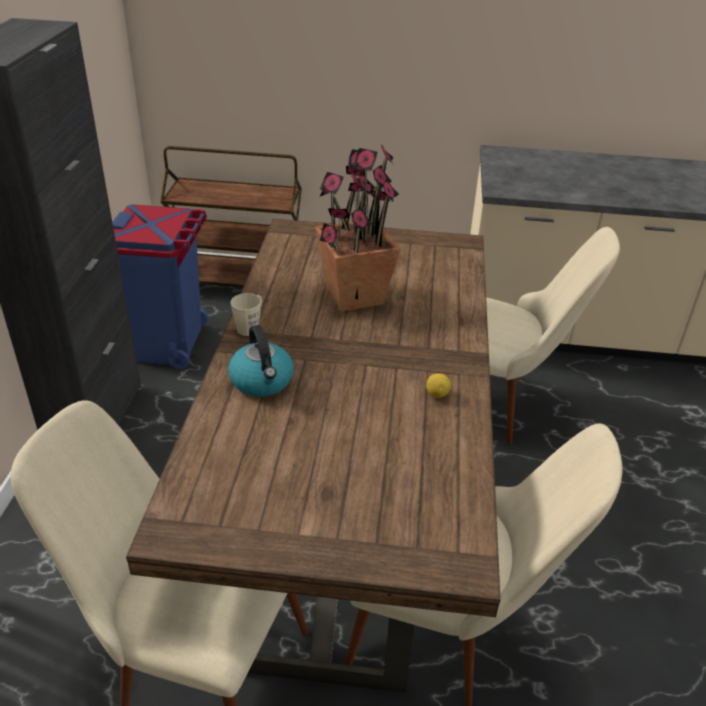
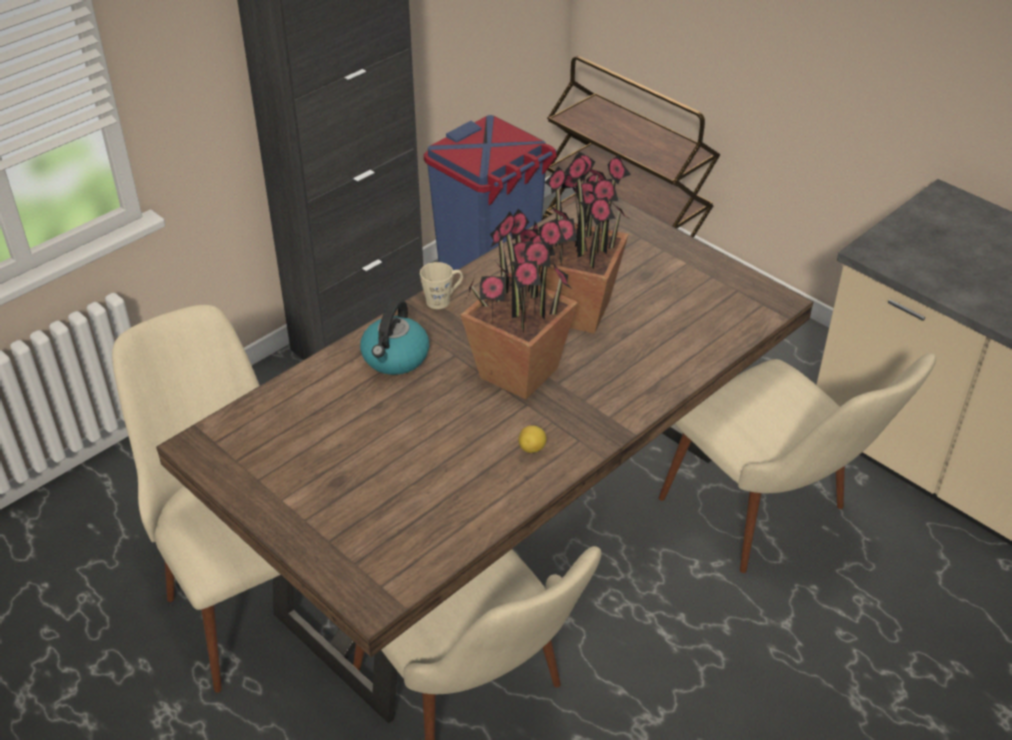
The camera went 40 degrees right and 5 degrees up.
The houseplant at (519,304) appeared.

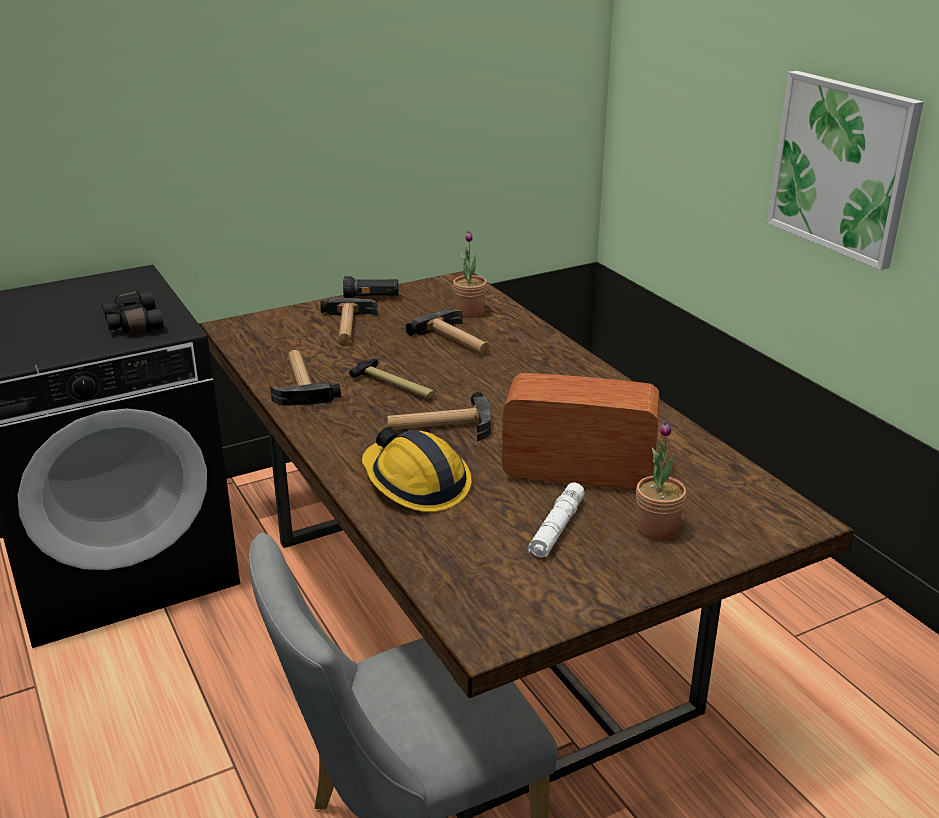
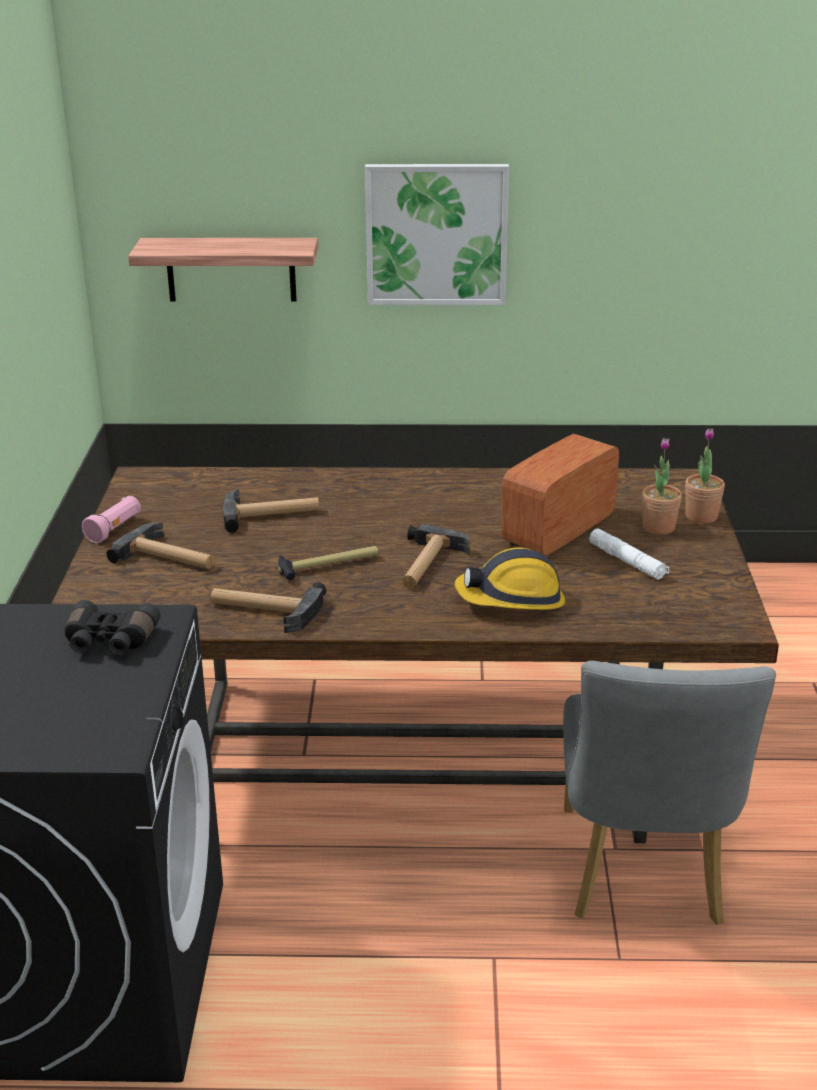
The camera went 60 degrees left and 0 degrees up.
The houseplant moved from (470,274) to (705,476).
The flashlight (black) at (371,287) became the flashlight (pink-coloured) at (111,519).
The bracket shelf at (223,270) appeared.

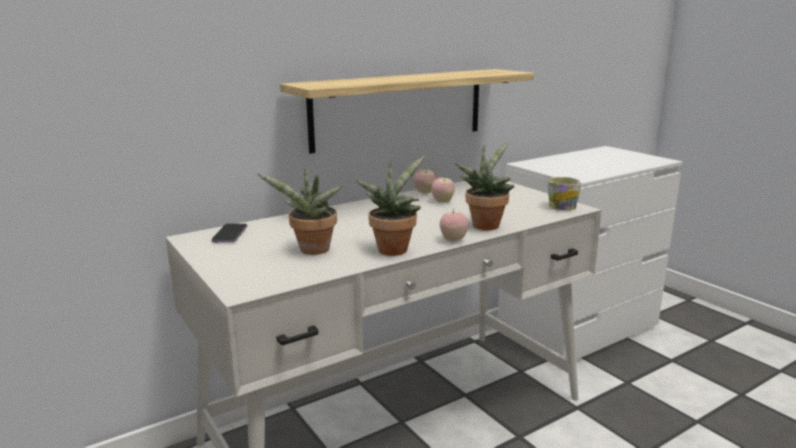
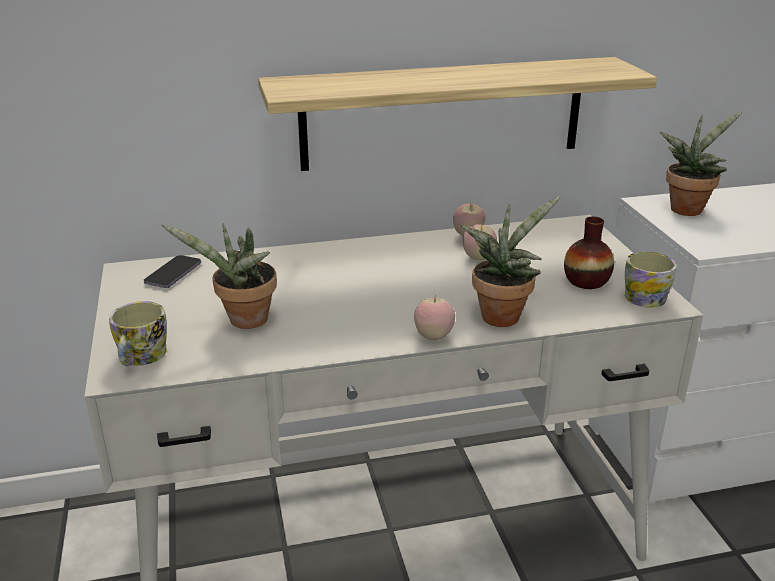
The camera went 20 degrees right and 10 degrees up.
The houseplant moved from (390,205) to (701,164).
The flower vase at (589,252) appeared.
The mug at (138,333) appeared.

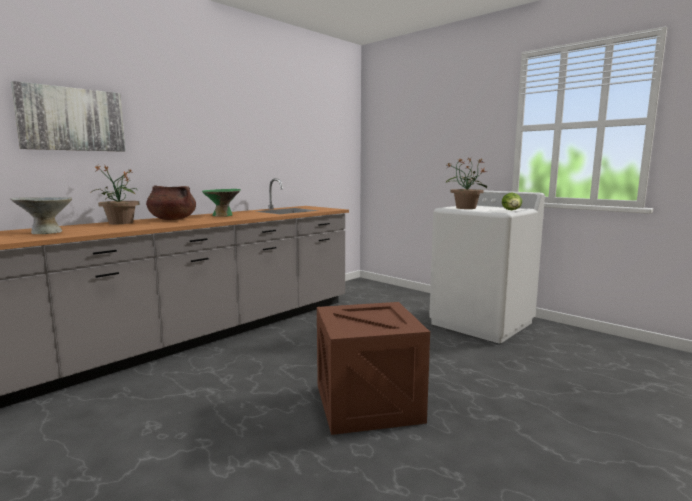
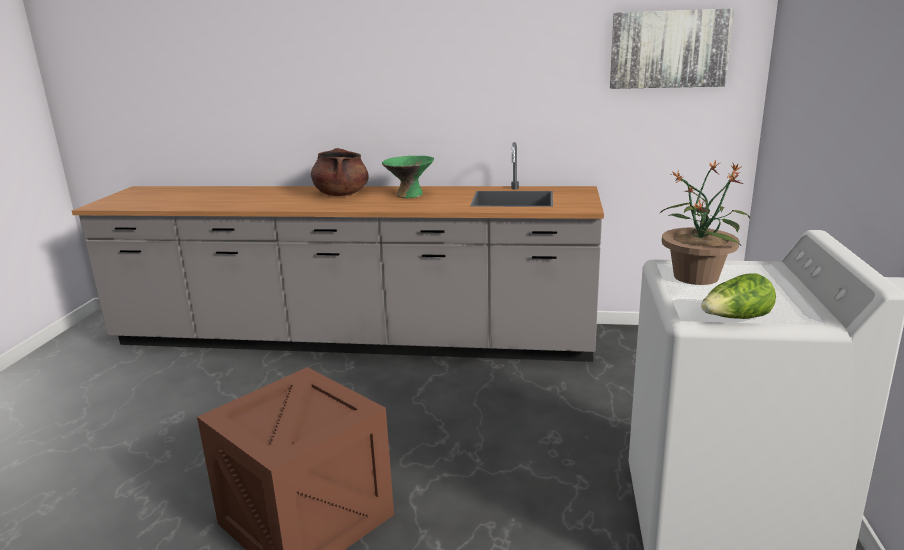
The camera went 55 degrees right and 10 degrees up.
The wall art moved from (68,116) to (672,48).
The houseplant at (115,194) disappeared.
The bowl (grey) at (41,215) disappeared.

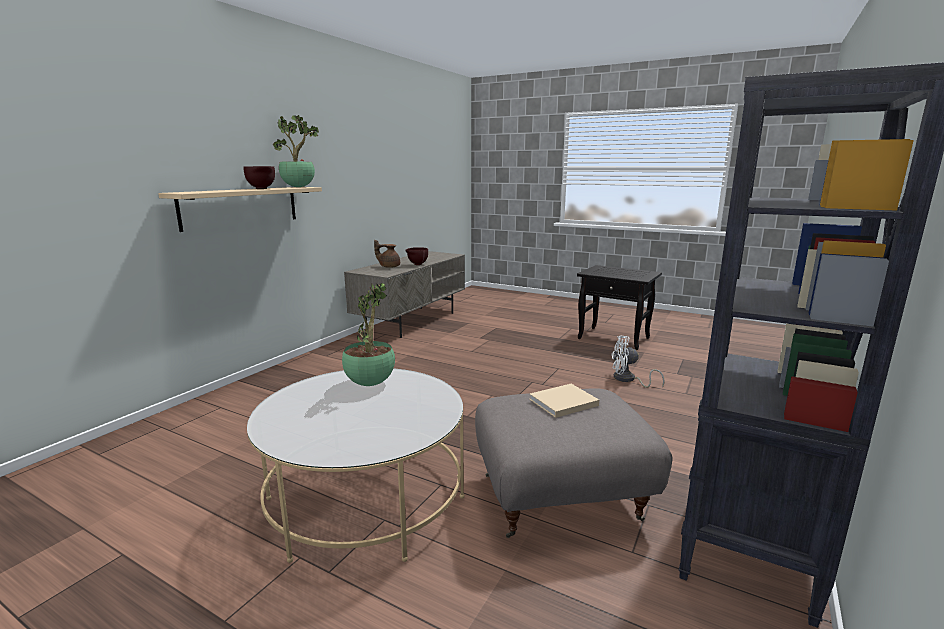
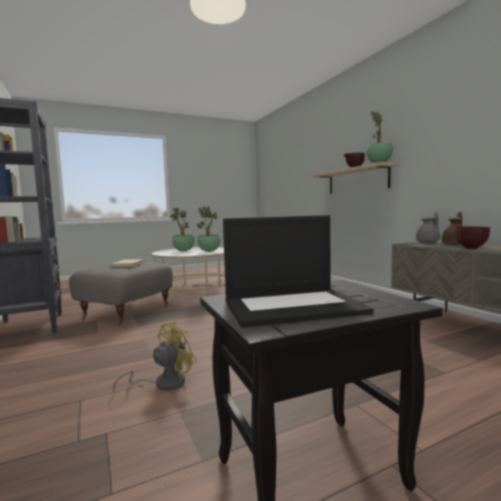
The camera went 125 degrees right and 10 degrees down.
The fan (white-coloured) at (638,362) became the fan (yellow-coloured) at (155,357).
The houseplant at (182,230) appeared.
The teapot (grey) at (428,227) appeared.
The notebook computer at (298,271) appeared.

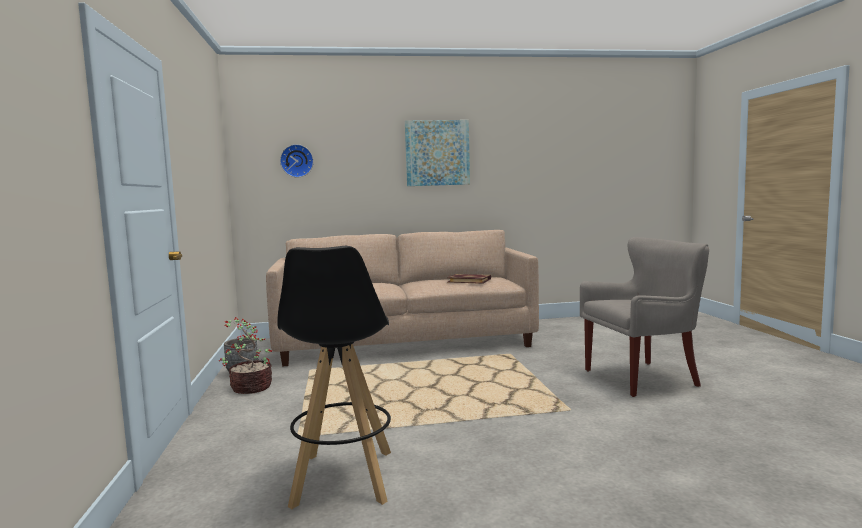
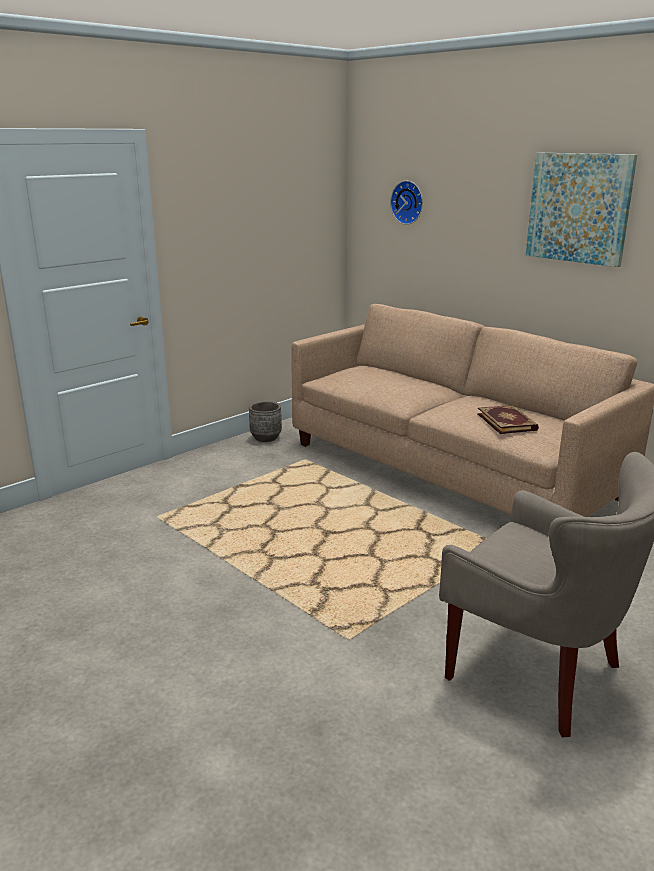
The camera went 55 degrees right and 15 degrees up.
The stool seat (black) at (334,377) disappeared.
The houseplant at (245,355) disappeared.

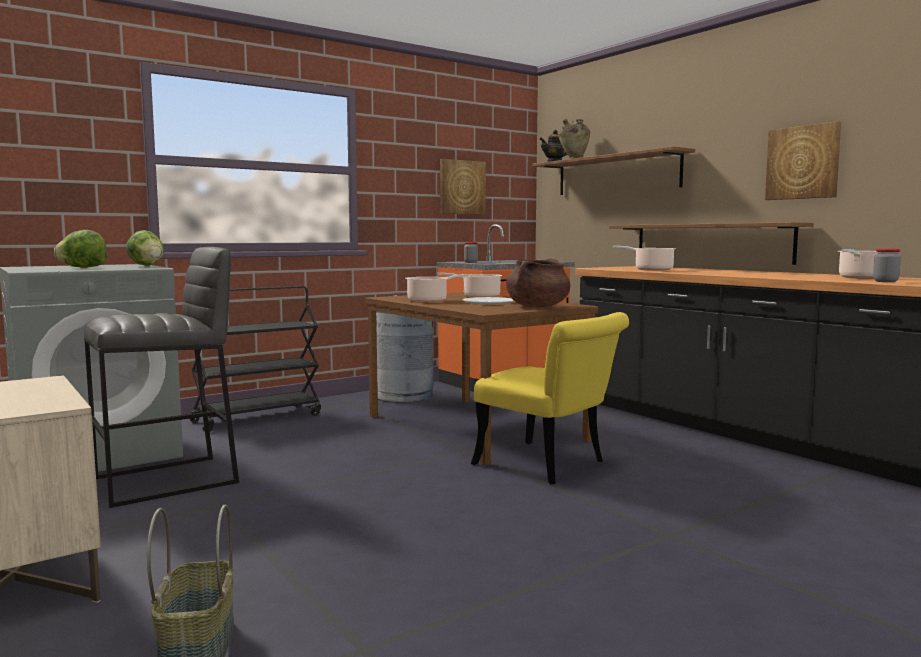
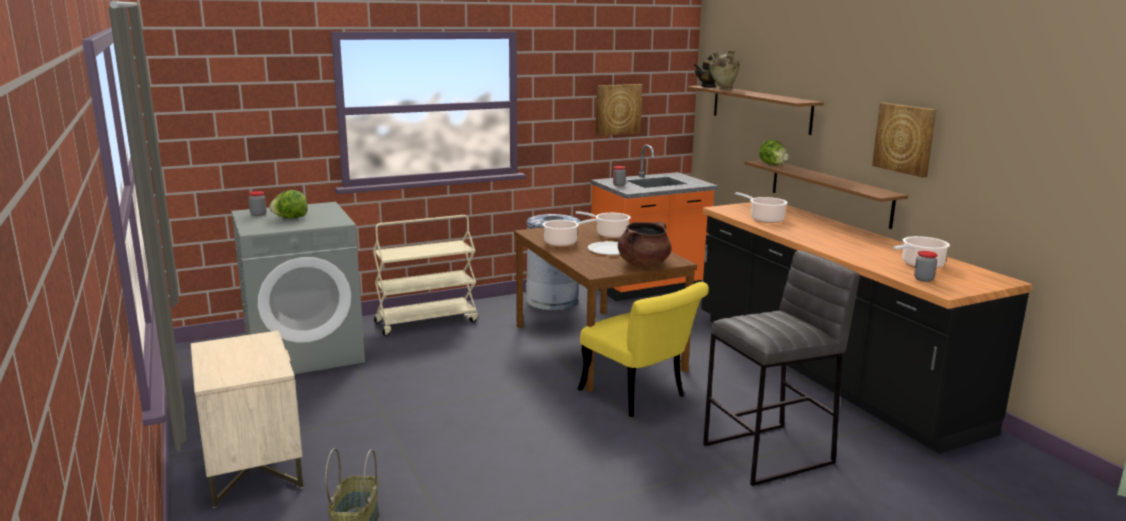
The camera went 10 degrees right and 10 degrees up.
The head of lettuce moved from (145,248) to (774,152).
The stool seat (grey) moved from (161,377) to (781,368).
The cart (black) at (255,359) became the cart (sand-coloured) at (425,275).
The preserve jar at (257,203) appeared.

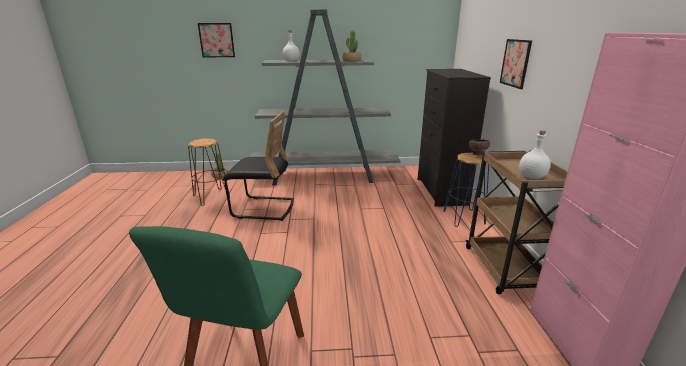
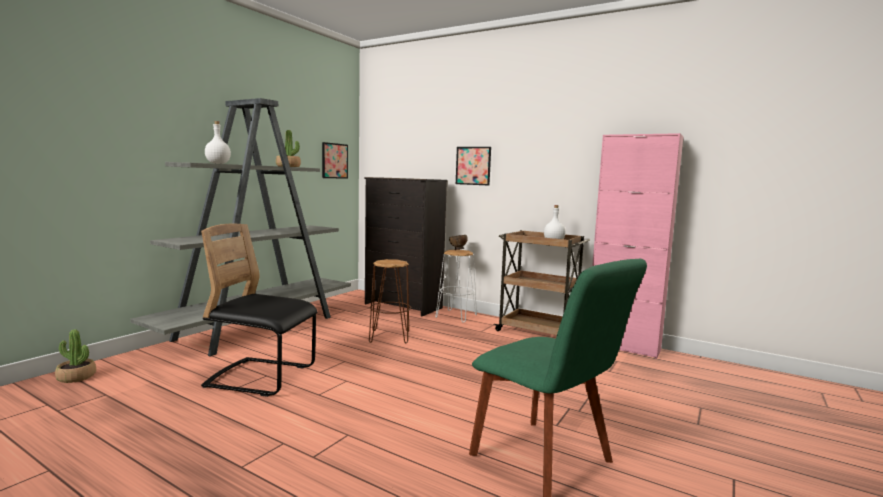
The camera went 55 degrees left and 15 degrees down.
The wall art moved from (216,40) to (335,160).
The plain chair (black) at (258,166) turned 120 degrees counterclockwise.
The stool seat (brown) moved from (209,172) to (390,301).
The stool seat (bluish) at (466,190) became the stool seat (white-coloured) at (456,286).

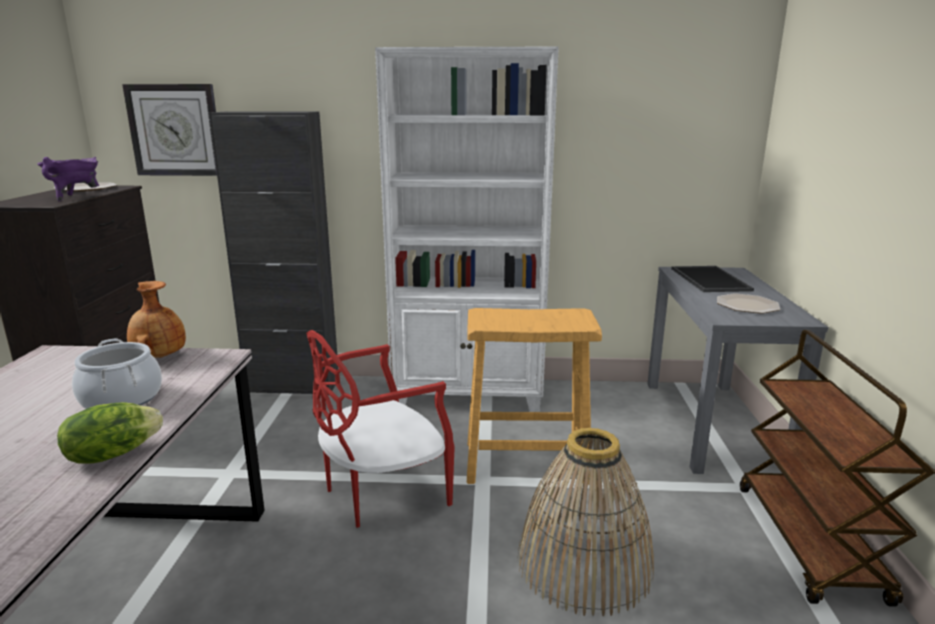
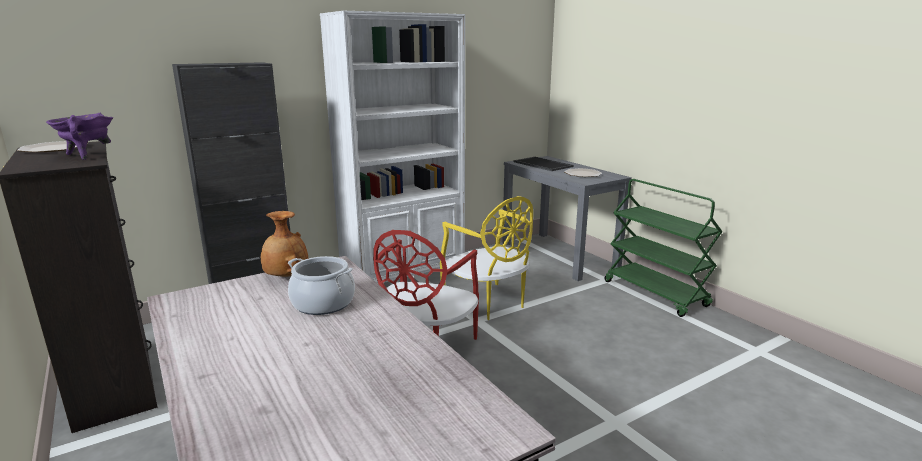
The camera went 35 degrees left and 0 degrees up.
The hanging clock at (169,130) disappeared.
The stool seat (sand-coloured) at (534,396) was replaced by the plain chair (yellow-coloured) at (486,258).
The cart (brown) at (837,468) became the cart (green) at (664,248).
The head of lettuce at (110,433) disappeared.
The basket at (585,522) disappeared.

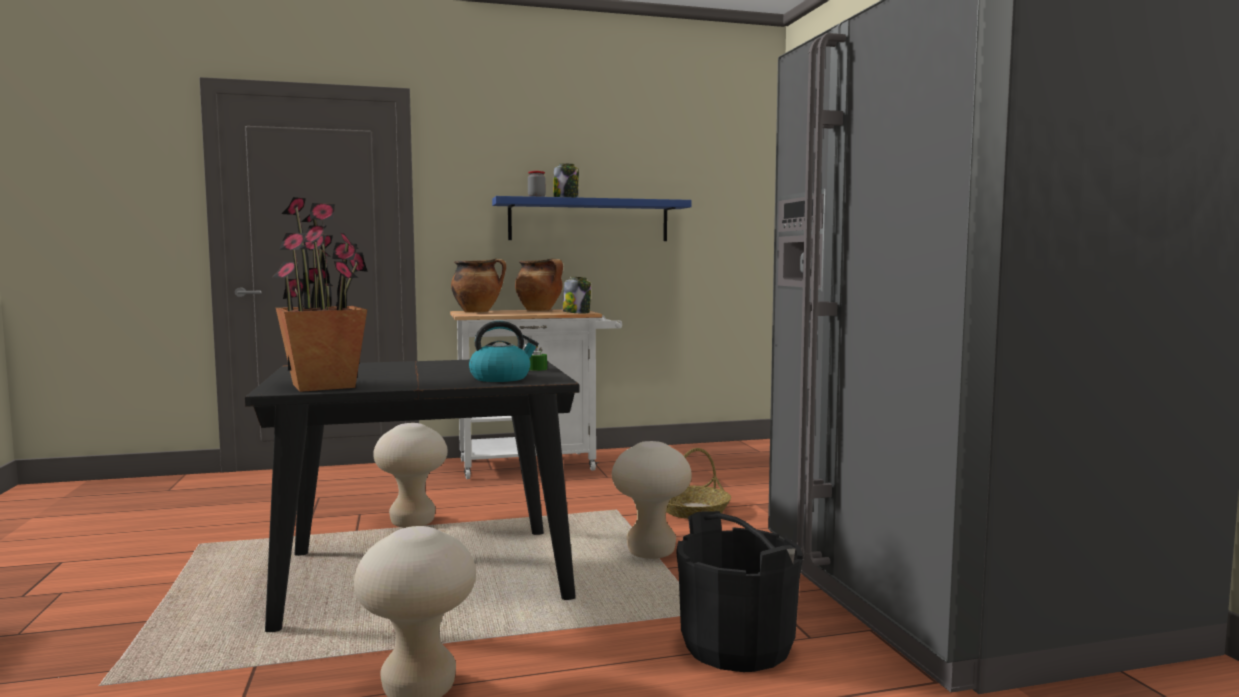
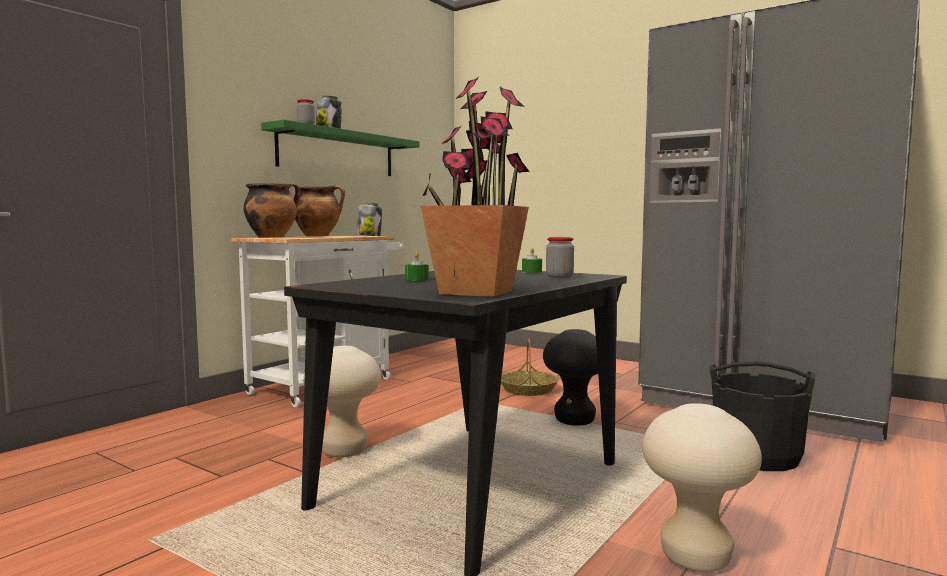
The camera went 40 degrees left and 0 degrees up.
The bracket shelf (bluish) at (592,218) became the bracket shelf (green) at (340,147).
The tea kettle at (504,351) was replaced by the preserve jar at (560,257).
The stool seat (sand-coloured) at (652,500) became the stool seat (black) at (570,377).
The wax light (green) at (417,266) appeared.

